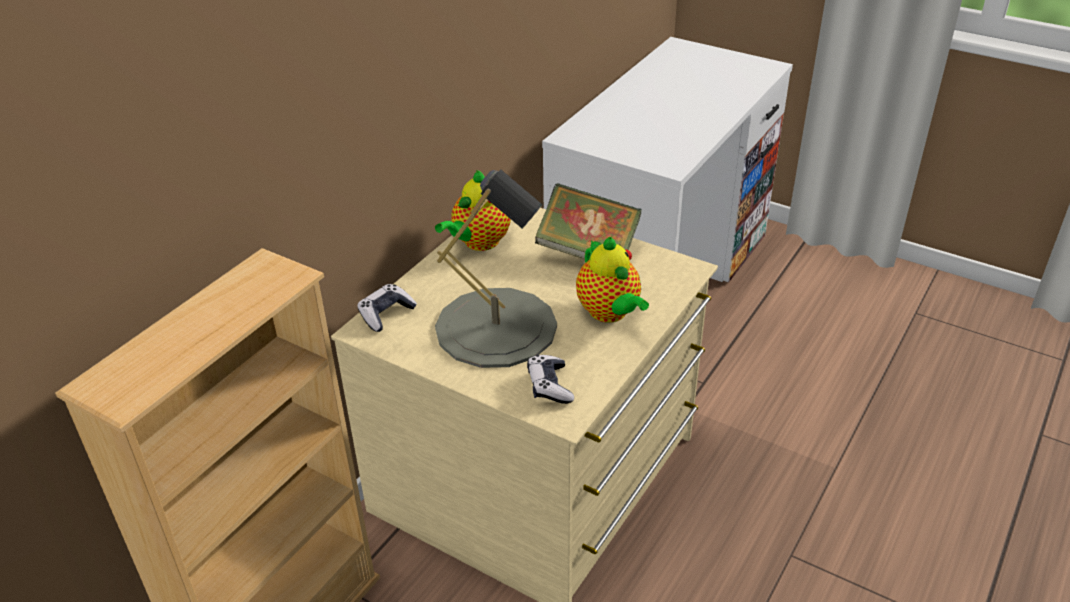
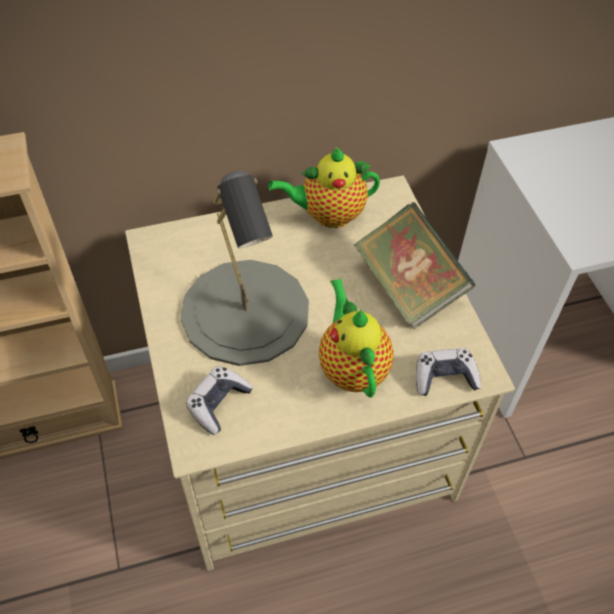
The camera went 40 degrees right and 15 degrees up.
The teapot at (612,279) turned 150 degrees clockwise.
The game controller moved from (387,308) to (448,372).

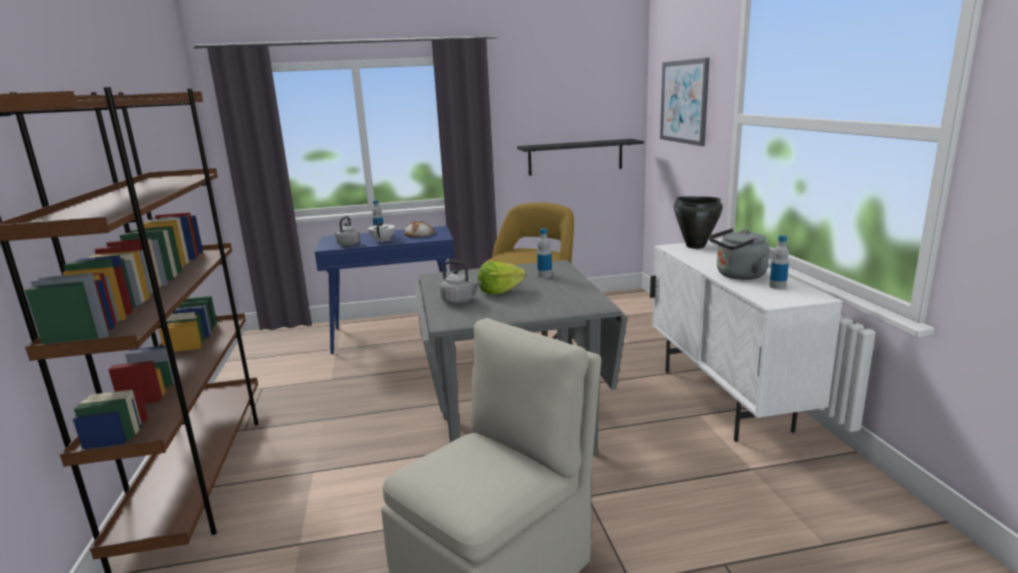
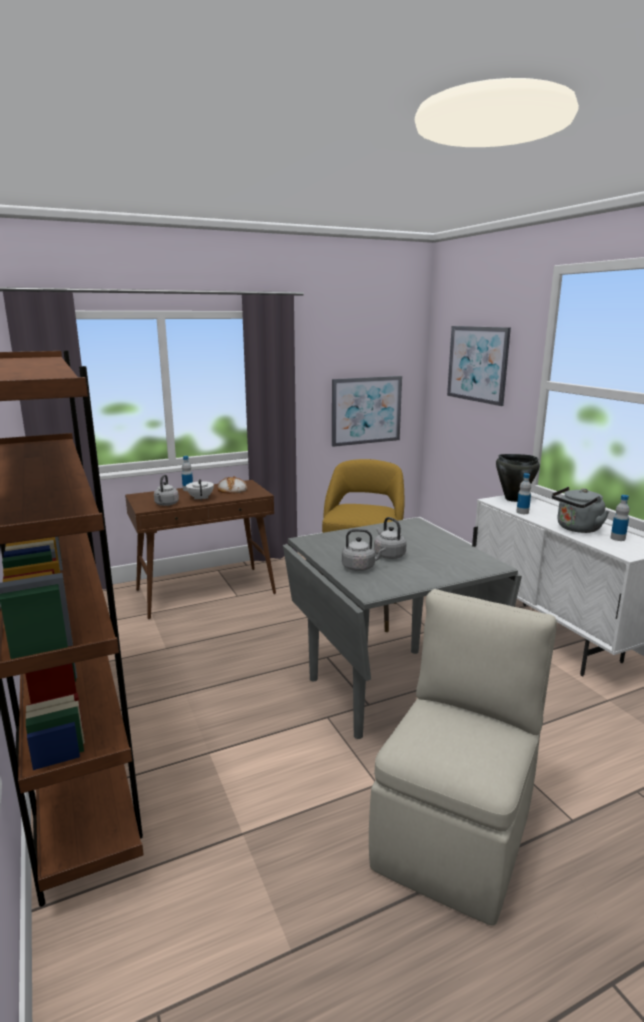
The camera went 15 degrees left and 0 degrees up.
The bracket shelf (black) at (580,157) was replaced by the wall art at (367,411).
The hall table (bluish) at (385,290) became the hall table (brown) at (200,549).
The bottle moved from (544,253) to (523,493).
The head of lettuce at (502,277) was replaced by the tea kettle (grey) at (390,538).

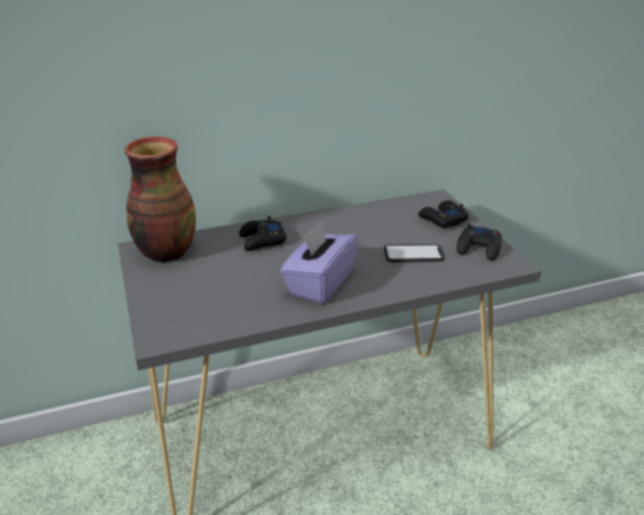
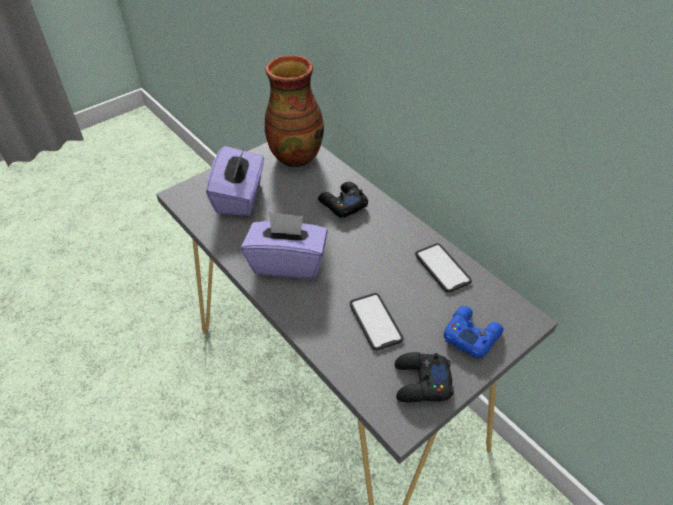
The camera went 70 degrees right and 15 degrees up.
The game controller (black) at (443,214) became the game controller (bluish) at (473,332).
The box of tissues (purple) at (235,181) appeared.
The phone at (443,268) appeared.

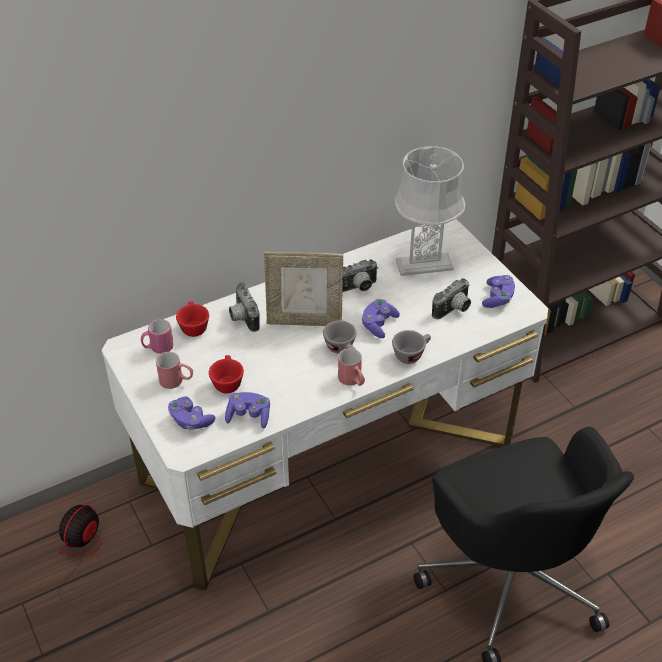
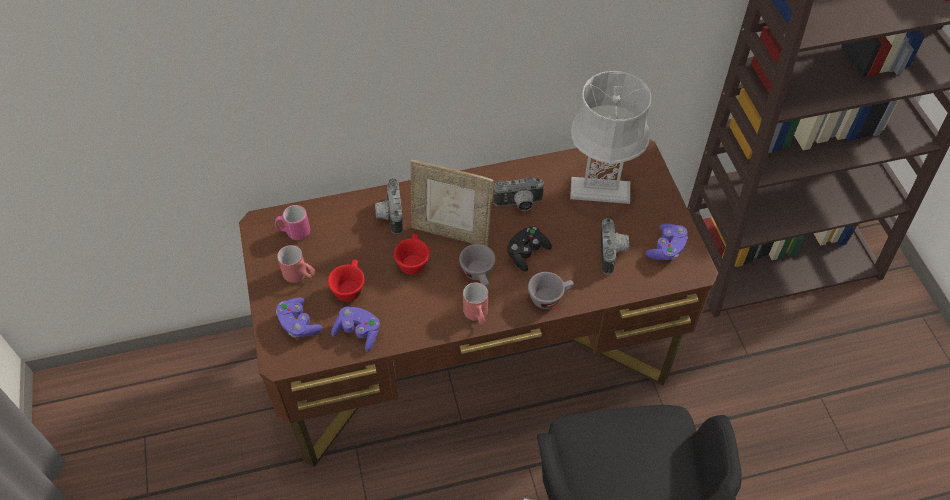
The camera went 15 degrees right and 10 degrees up.
The desk unit (white-coloured) at (324,405) became the desk unit (brown) at (478,303).
The photo camera at (451,298) turned 60 degrees counterclockwise.
The game controller (purple) at (380,318) became the game controller (black) at (529,249).
The small cup (reddish) moved from (192,319) to (412,254).
The fan at (105,559) disappeared.

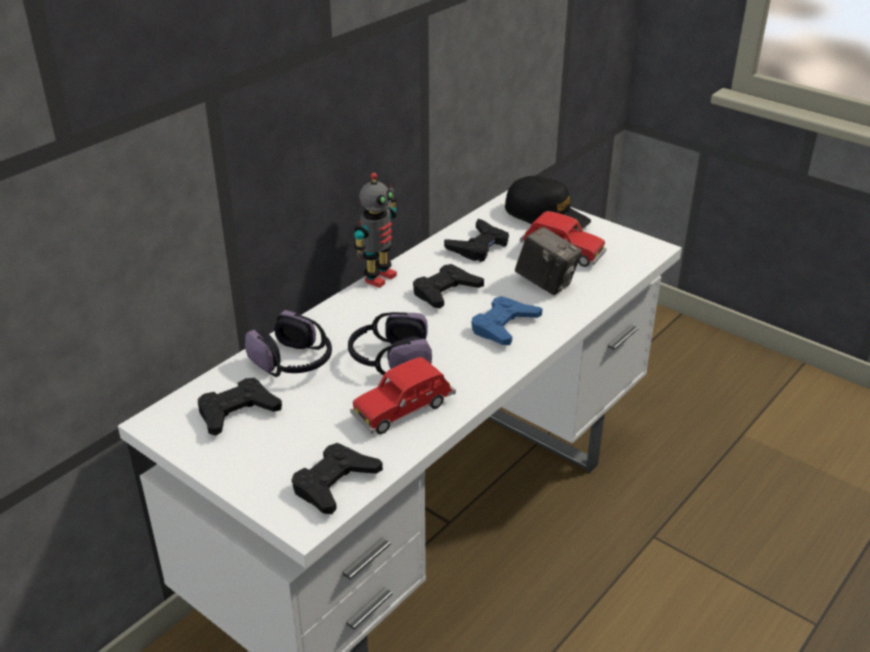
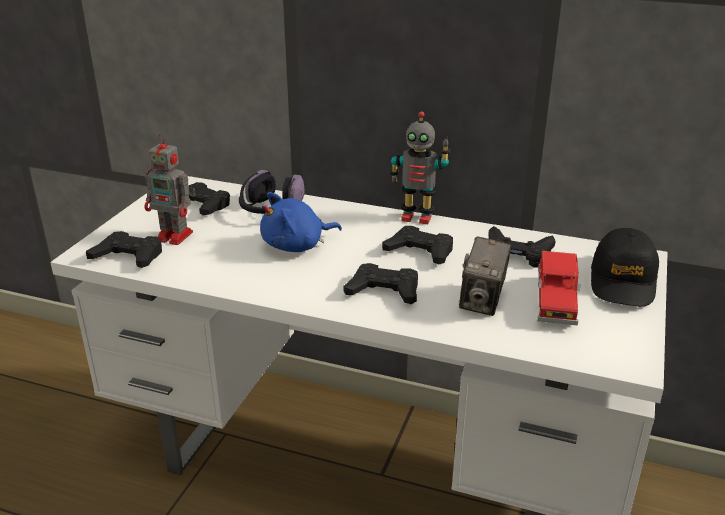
The camera went 70 degrees right and 5 degrees down.
The game controller (bluish) at (506,320) became the game controller (black) at (381,283).
The headphones at (390,343) was replaced by the soft toy (bluish) at (301,222).
The miniature car (reddish) at (403,395) disappeared.
The robot figure at (170,189) appeared.

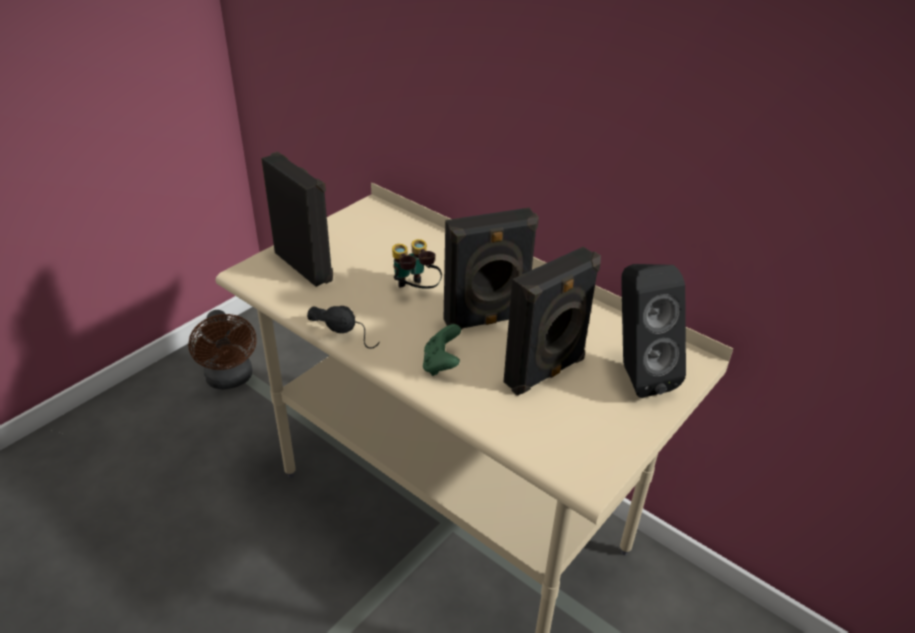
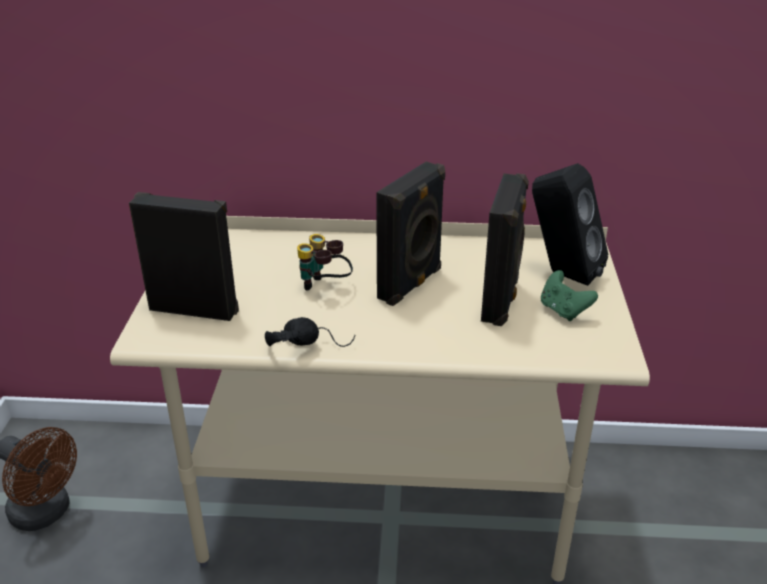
The camera went 35 degrees left and 5 degrees down.
The game controller (green) moved from (442,350) to (569,295).

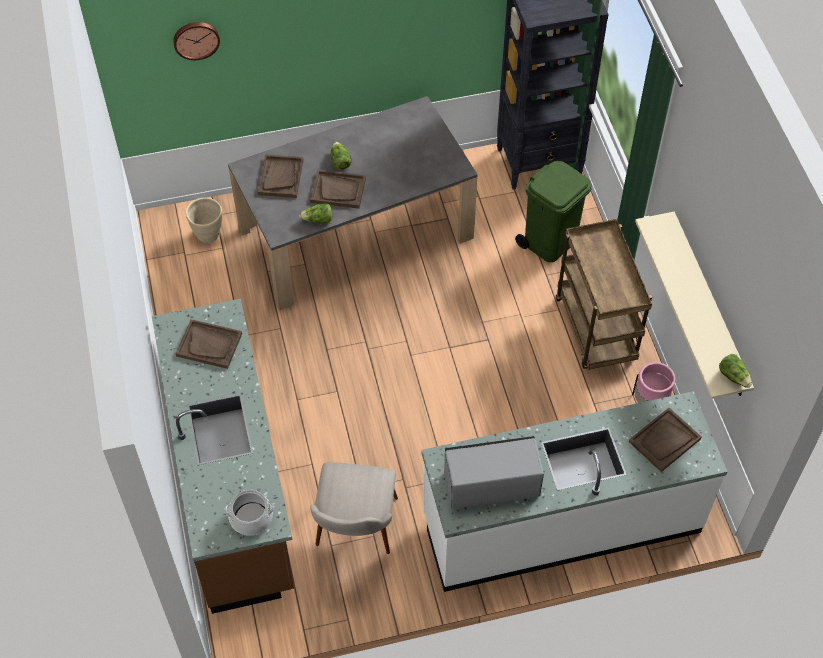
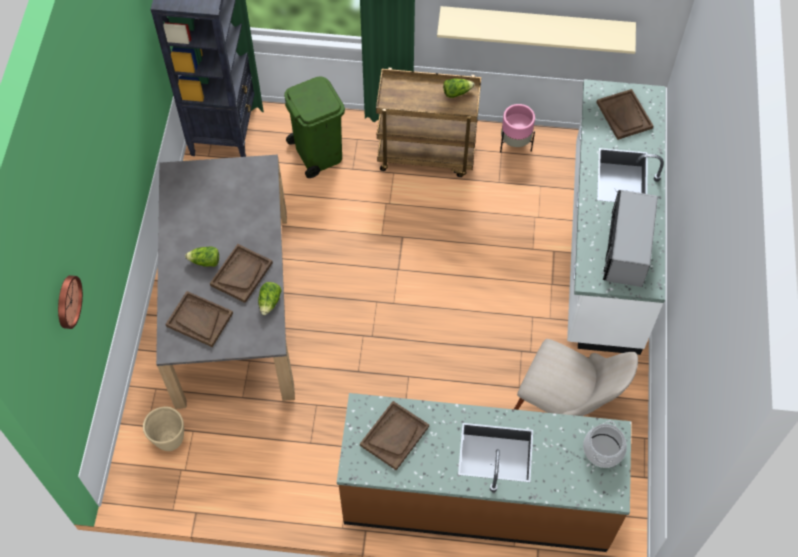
The camera went 70 degrees left and 5 degrees up.
The head of lettuce moved from (735,371) to (458,88).

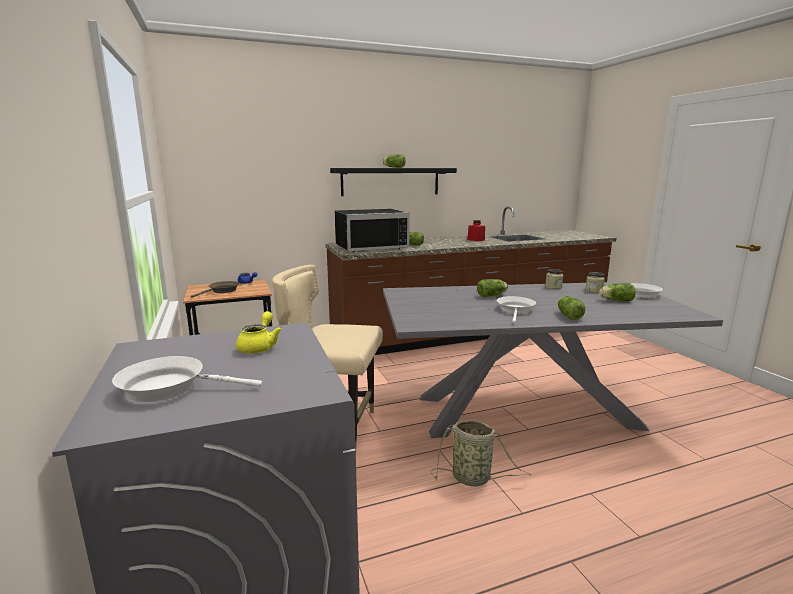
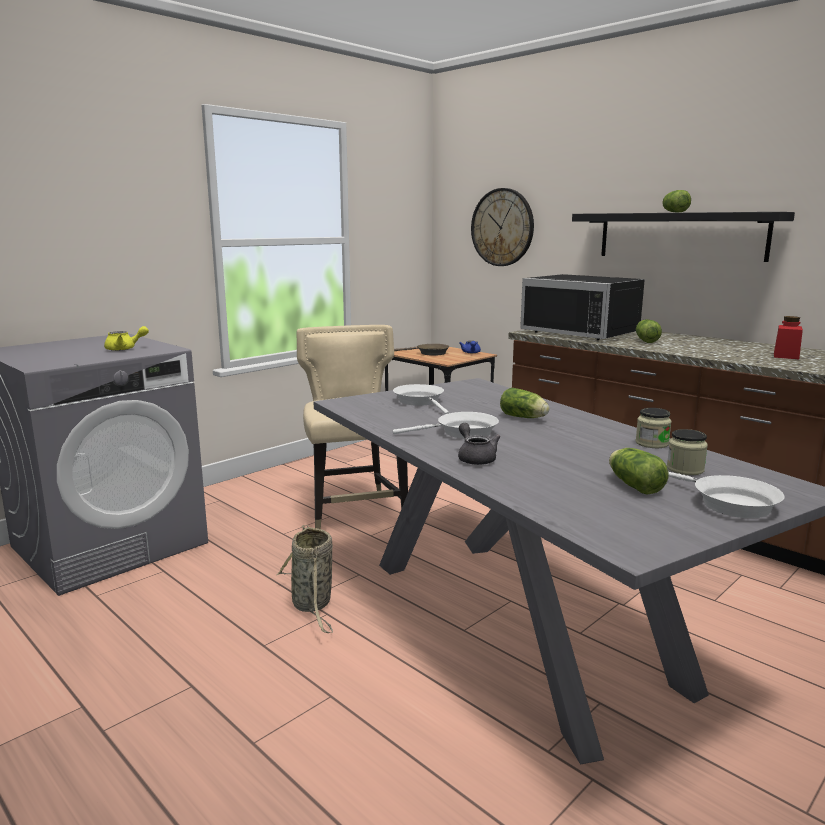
The camera went 65 degrees right and 0 degrees up.
The head of lettuce at (571,308) was replaced by the teapot (grey) at (479,444).
The skillet (white-coloured) moved from (187,379) to (421,399).
The hanging clock at (502,227) appeared.

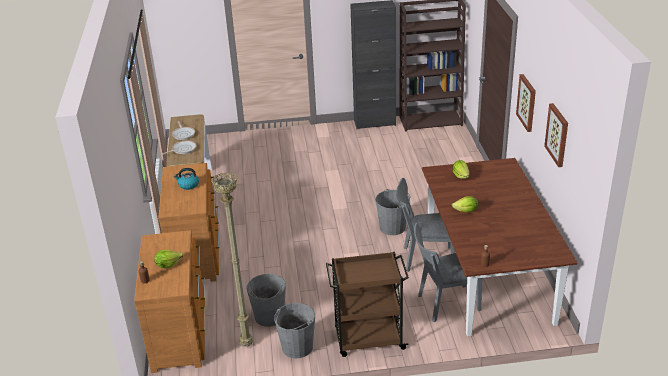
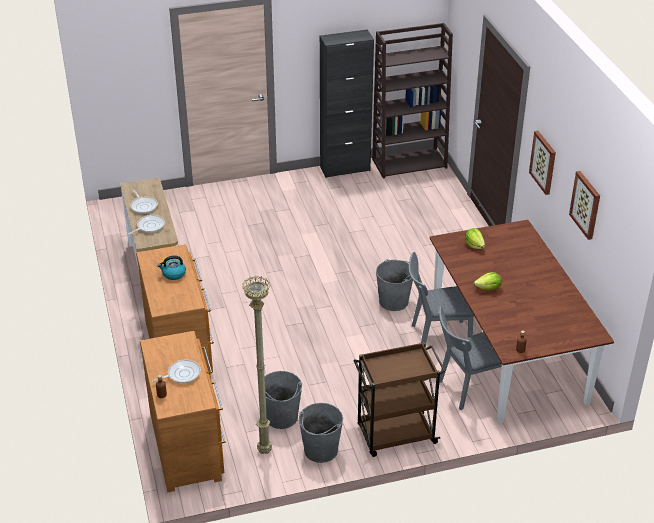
The camera went 10 degrees left and 5 degrees up.
The head of lettuce at (168,258) was replaced by the skillet at (176,371).

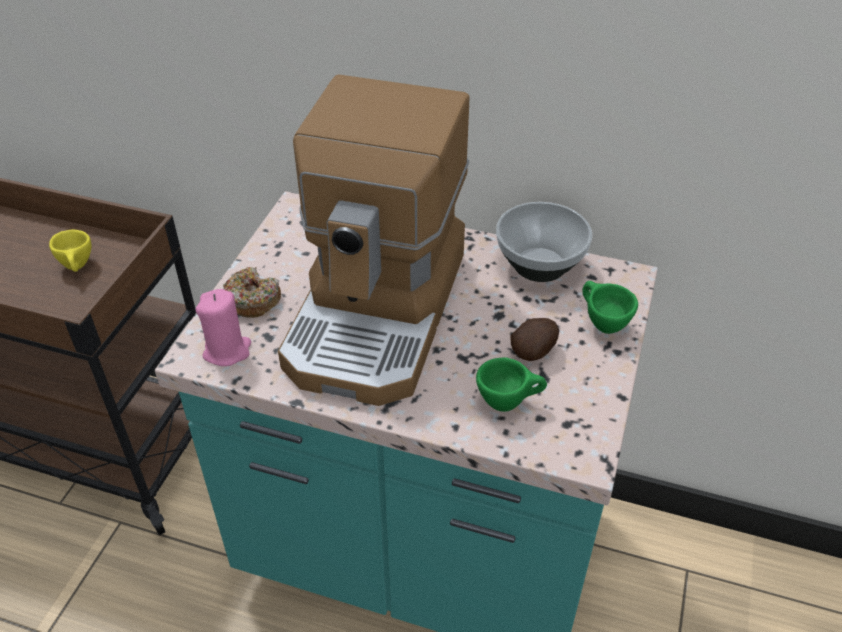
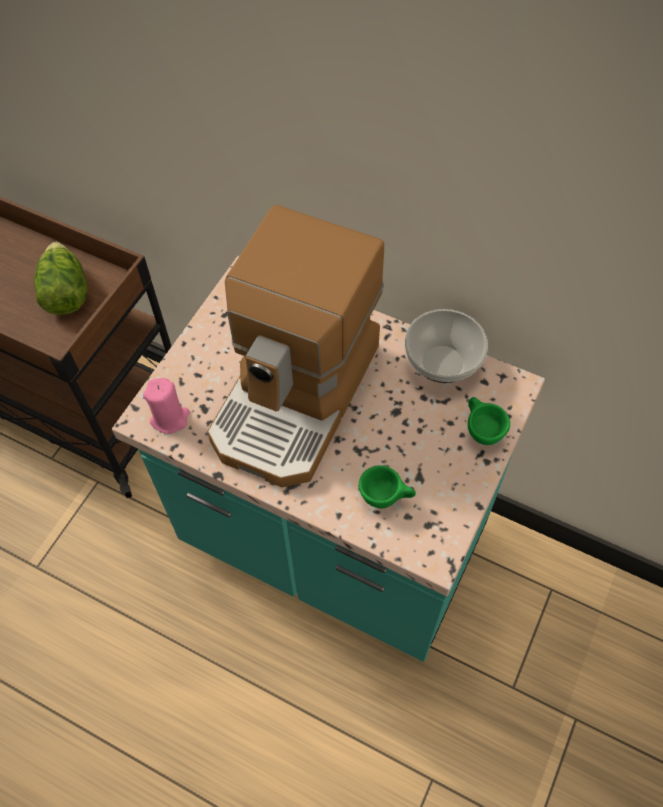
The camera went 10 degrees right and 15 degrees up.
The small cup (yellow-coloured) at (70,251) was replaced by the head of lettuce at (61,278).
The ring doughnut at (252,292) disappeared.
The potato at (534,339) disappeared.

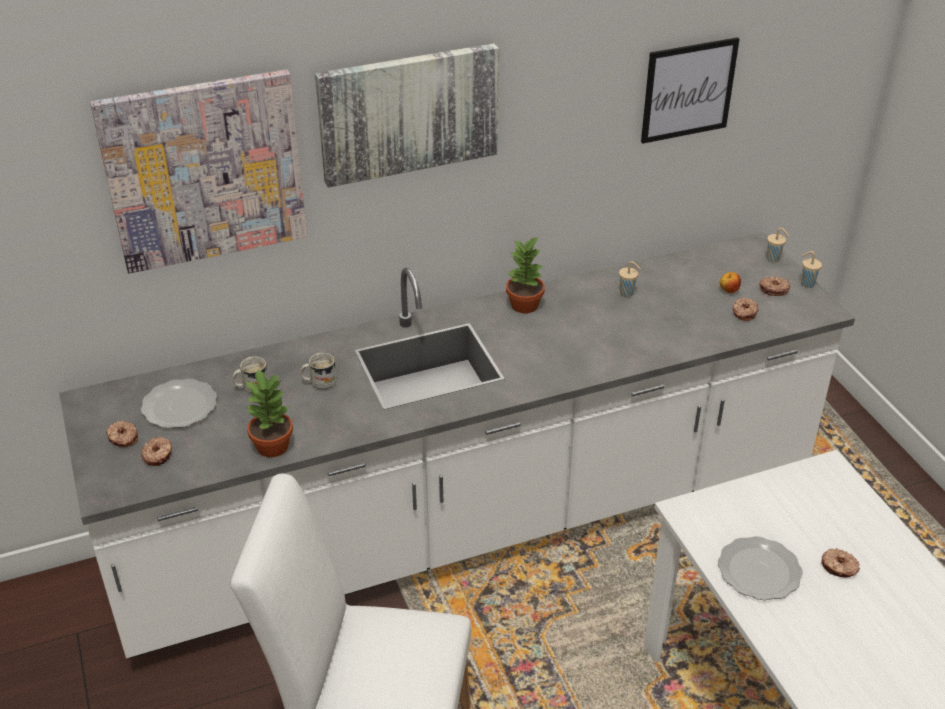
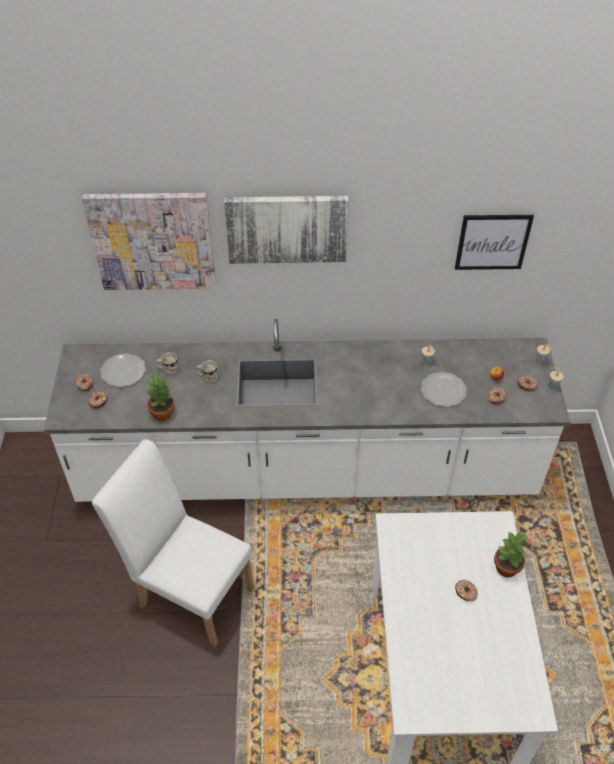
The camera went 20 degrees right and 10 degrees up.
The houseplant moved from (525,275) to (510,554).
The dinner plate moved from (760,568) to (444,389).

